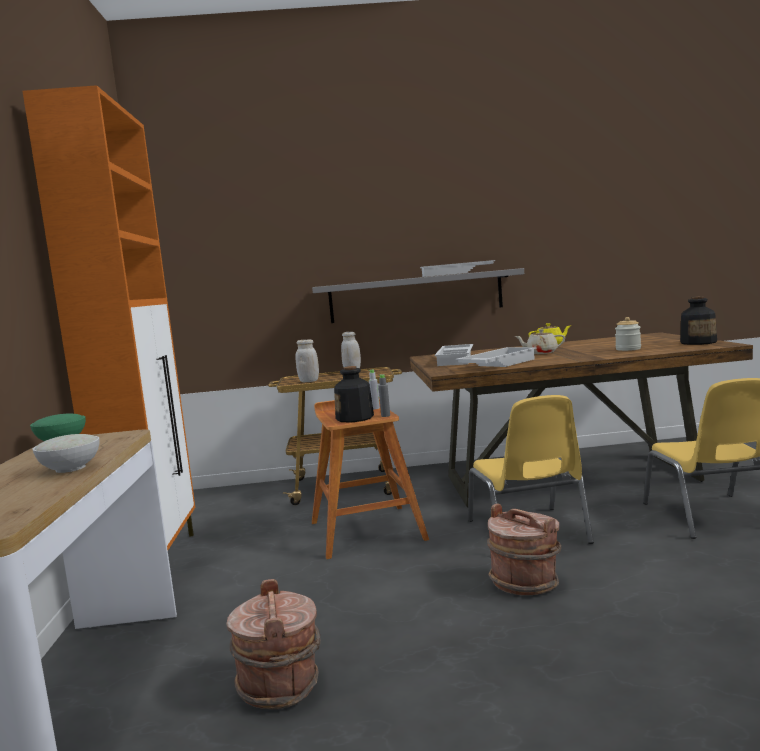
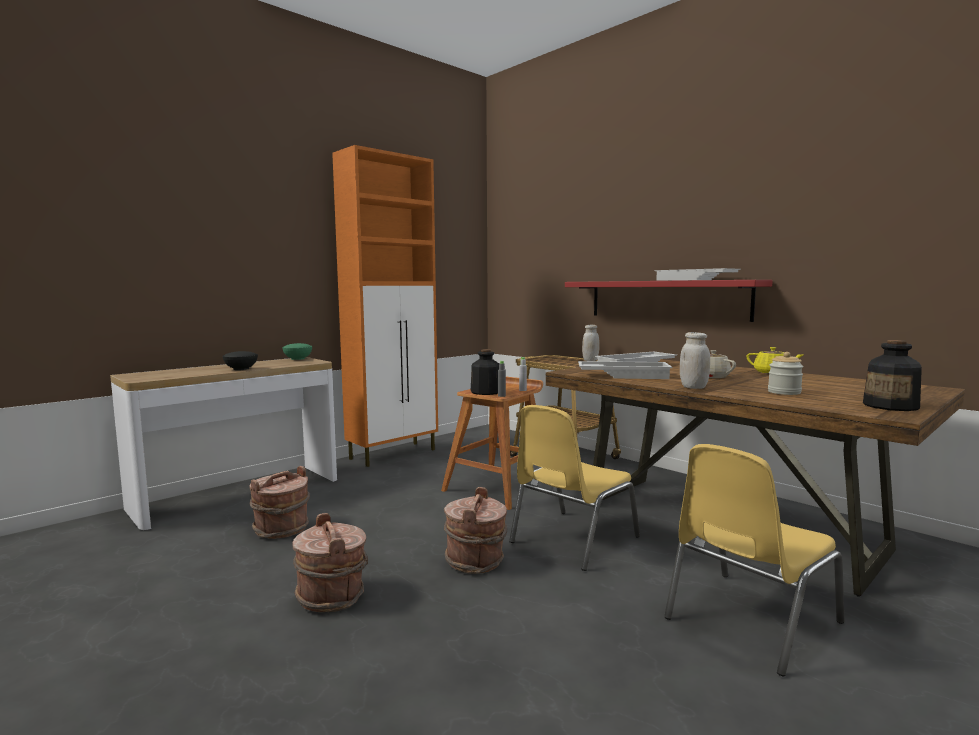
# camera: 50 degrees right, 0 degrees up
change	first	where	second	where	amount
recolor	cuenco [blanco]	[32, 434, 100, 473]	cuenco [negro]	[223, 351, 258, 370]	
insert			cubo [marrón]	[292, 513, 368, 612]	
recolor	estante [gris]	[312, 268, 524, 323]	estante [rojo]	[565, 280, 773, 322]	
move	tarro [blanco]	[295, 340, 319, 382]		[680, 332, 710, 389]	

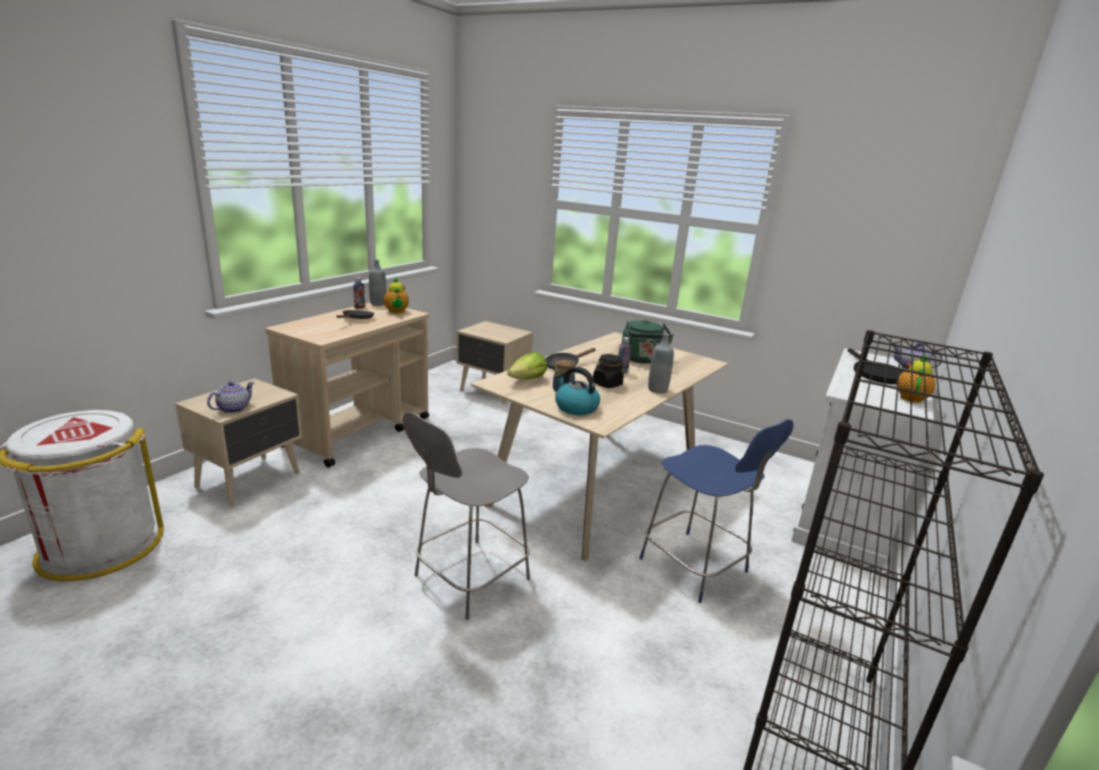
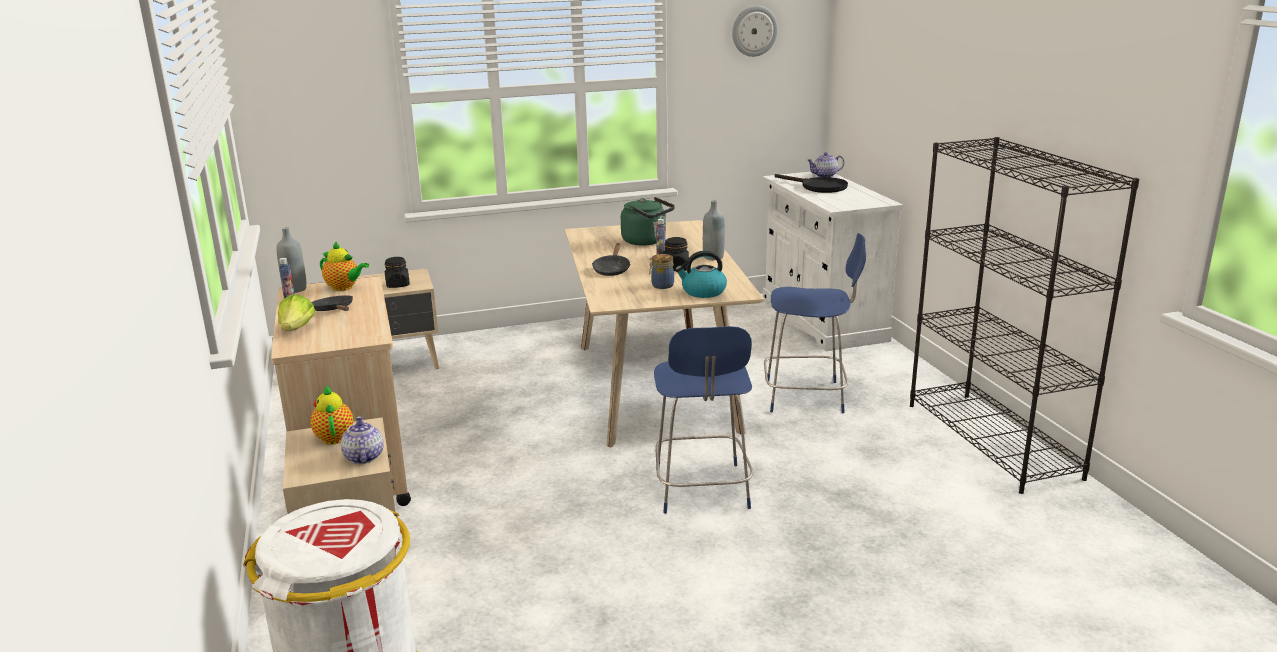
# camera: 45 degrees left, 0 degrees up
change	first	where	second	where	amount
move	lechuga	[507, 352, 547, 379]		[278, 294, 316, 331]	
move	tetera	[896, 354, 936, 403]		[310, 385, 354, 445]	
insert			tarro [negro]	[385, 257, 410, 288]	
recolor	silla [gris]	[402, 412, 530, 620]	silla [azul]	[654, 326, 753, 514]	
insert			reloj de pared	[732, 6, 778, 57]	

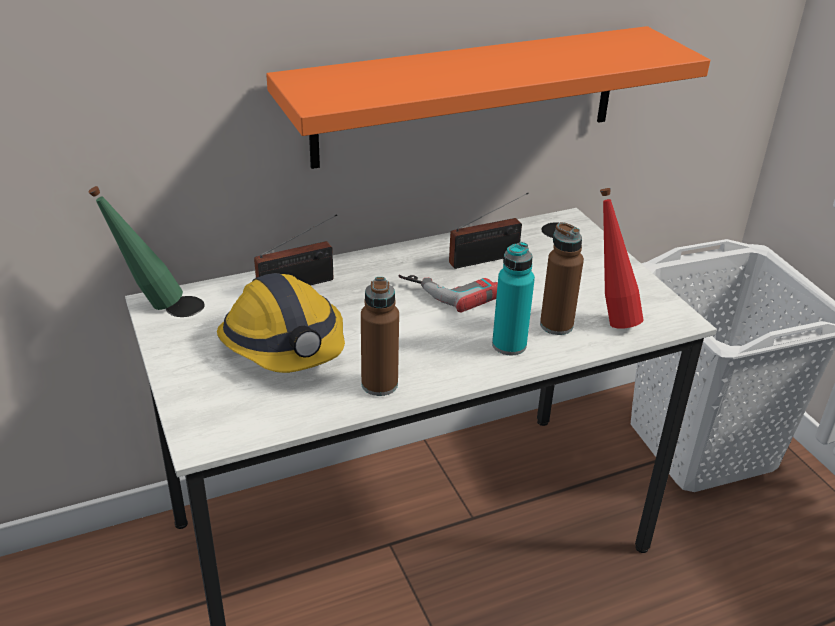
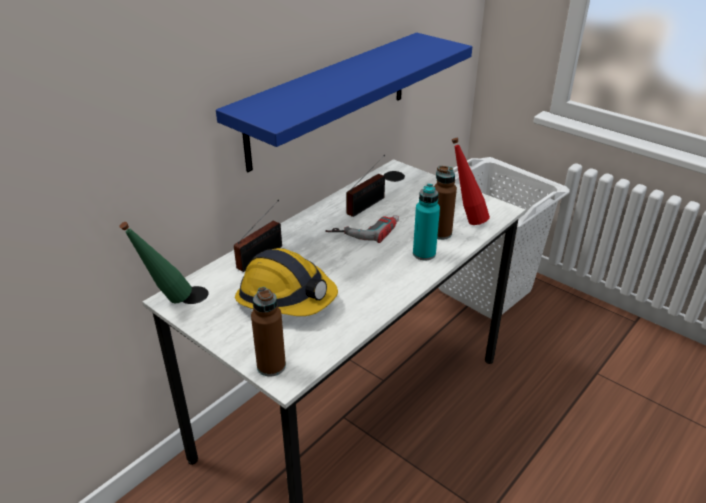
# camera: 25 degrees left, 0 degrees up
change	first	where	second	where	amount
recolor	estante [naranja]	[266, 26, 710, 169]	estante [azul]	[216, 33, 472, 172]	
move	botella [marrón]	[361, 277, 399, 396]		[251, 287, 286, 377]	

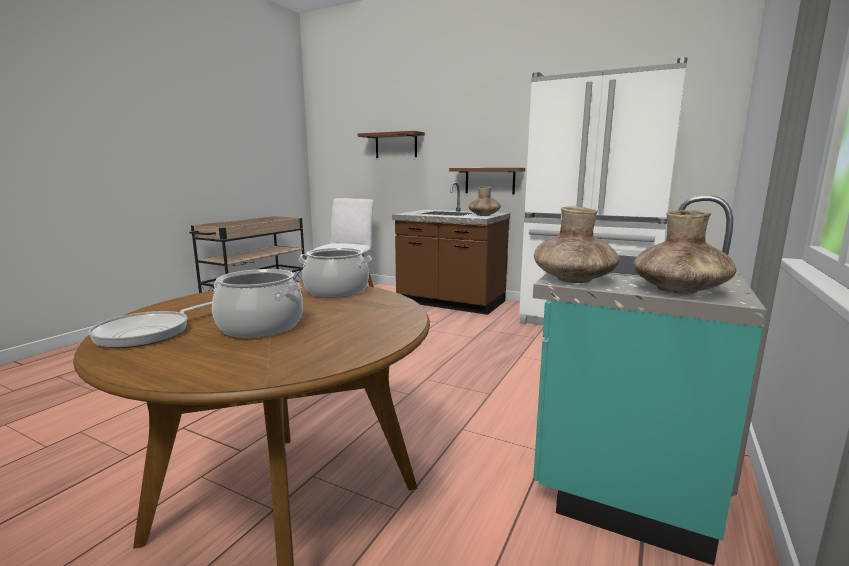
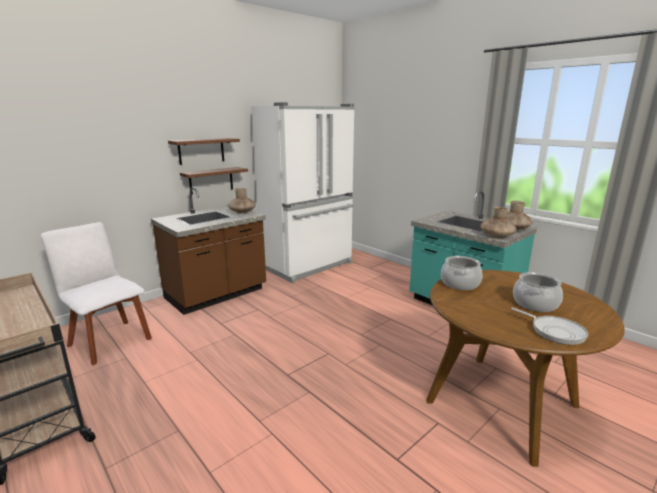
# camera: 70 degrees left, 5 degrees up
change	first	where	second	where	amount
move	estante [marrón]	[358, 131, 425, 158]		[168, 138, 240, 165]	

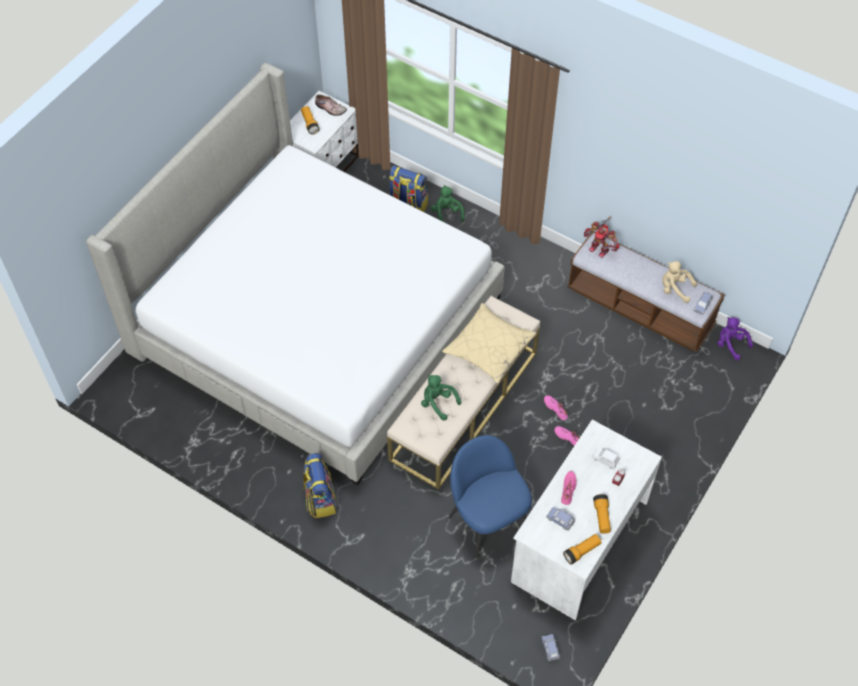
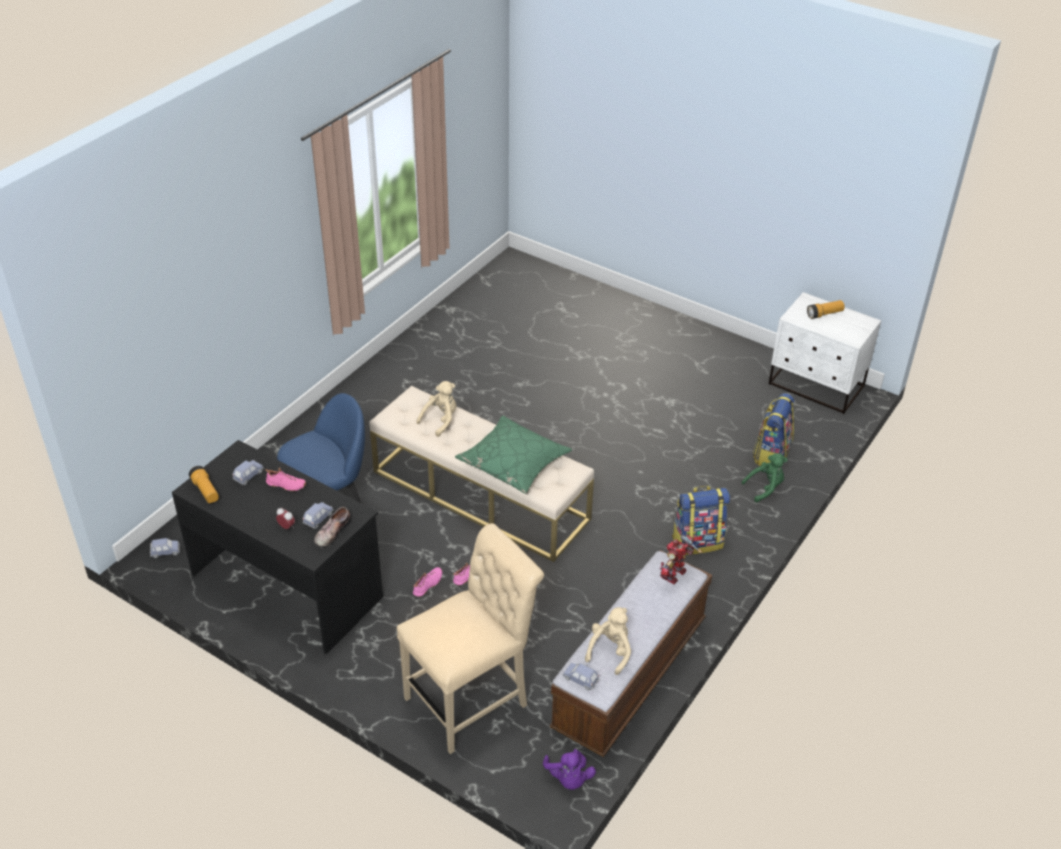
# camera: 90 degrees right, 15 degrees down
change	first	where	second	where	amount
recolor	escritorio [blanco]	[511, 420, 662, 621]	escritorio [negro]	[172, 440, 383, 654]	
recolor	coche de juguete [blanco]	[592, 448, 620, 469]	coche de juguete [azul]	[302, 502, 334, 529]	
move	zapato	[315, 94, 347, 116]		[314, 507, 351, 549]	
insert			silla [beis]	[397, 523, 544, 754]	
recolor	peluche [verde]	[421, 375, 461, 421]	peluche [beis]	[416, 381, 456, 437]	
recolor	cojín [beis]	[442, 303, 537, 383]	cojín [verde]	[455, 416, 572, 494]	
rotate	peluche [morado]	[717, 317, 753, 360]		[543, 749, 596, 790]	120 degrees clockwise
move	mochila	[303, 453, 337, 519]		[672, 486, 730, 555]	
delete	cama	[86, 63, 505, 486]			
delete	linterna	[593, 494, 611, 534]			

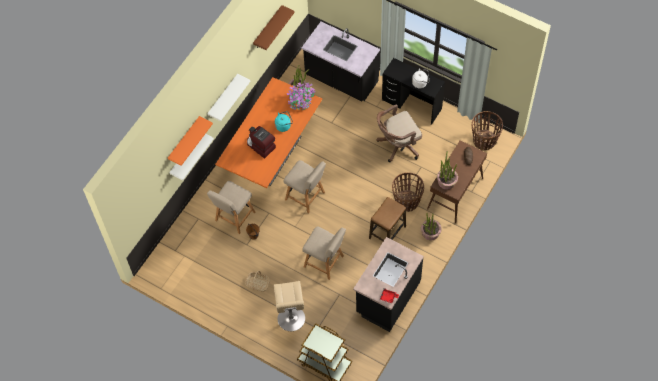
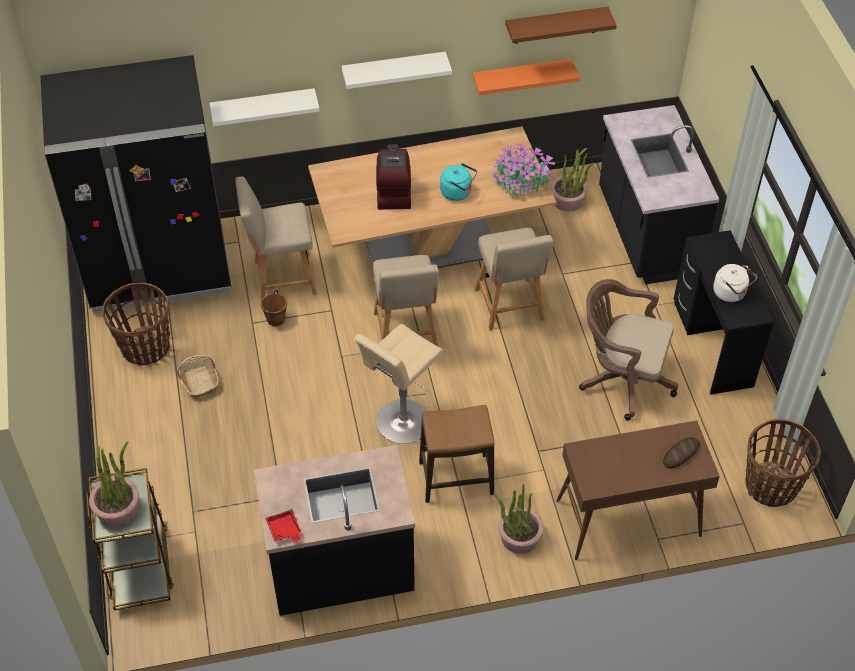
# camera: 45 degrees right, 10 degrees down
change	first	where	second	where	amount
insert			nevera [negro]	[41, 55, 231, 313]	
move	planta en maceta	[437, 151, 458, 190]		[89, 441, 139, 527]	
move	cesta	[392, 172, 424, 212]		[102, 283, 170, 365]	
recolor	mesa de comedor [naranja]	[215, 77, 322, 188]	mesa de comedor [beis]	[308, 126, 556, 268]	
move	taburete [beis]	[274, 281, 305, 331]		[354, 324, 443, 444]	
move	estante [naranja]	[168, 116, 213, 166]		[472, 59, 580, 95]	
move	silla [beis]	[302, 226, 346, 280]		[475, 228, 554, 331]	

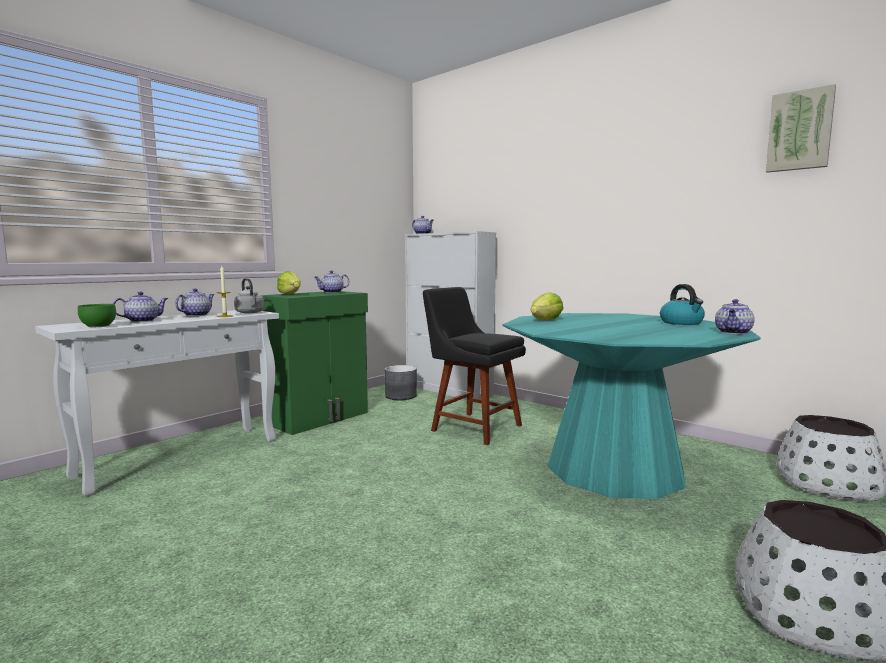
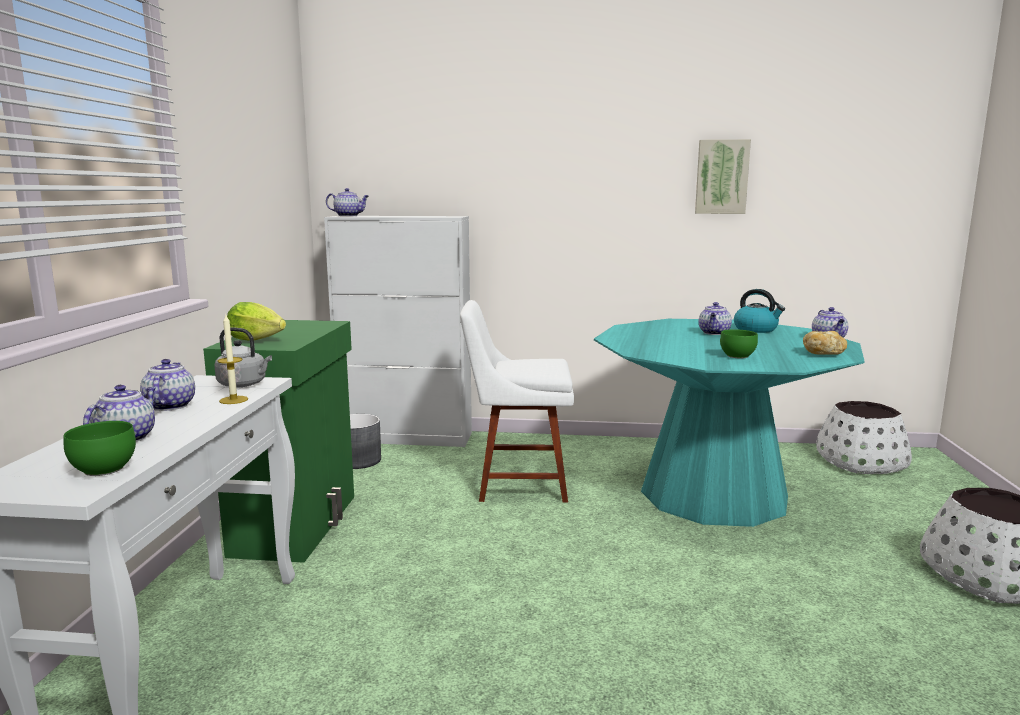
# camera: 35 degrees left, 5 degrees up
change	first	where	second	where	amount
recolor	silla [negro]	[423, 287, 526, 445]	silla [blanco]	[460, 300, 574, 503]	
move	cuadro	[766, 84, 836, 173]		[695, 139, 751, 214]	
move	tetera	[315, 271, 350, 293]		[699, 302, 732, 335]	
insert			cuenco [verde]	[720, 329, 758, 358]	
insert			pan	[803, 331, 847, 355]	
delete	lechuga	[531, 292, 563, 320]			

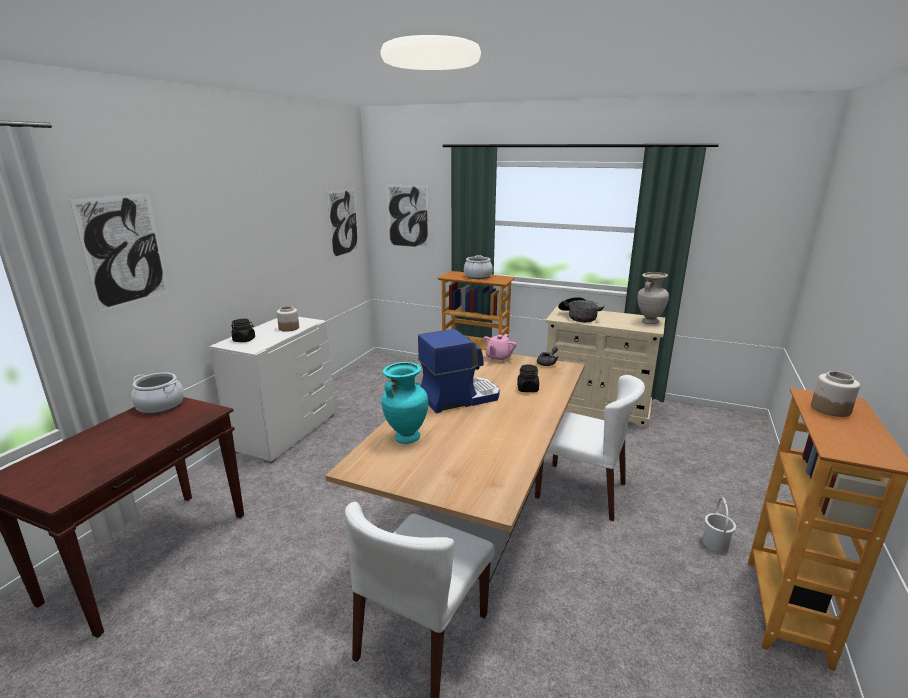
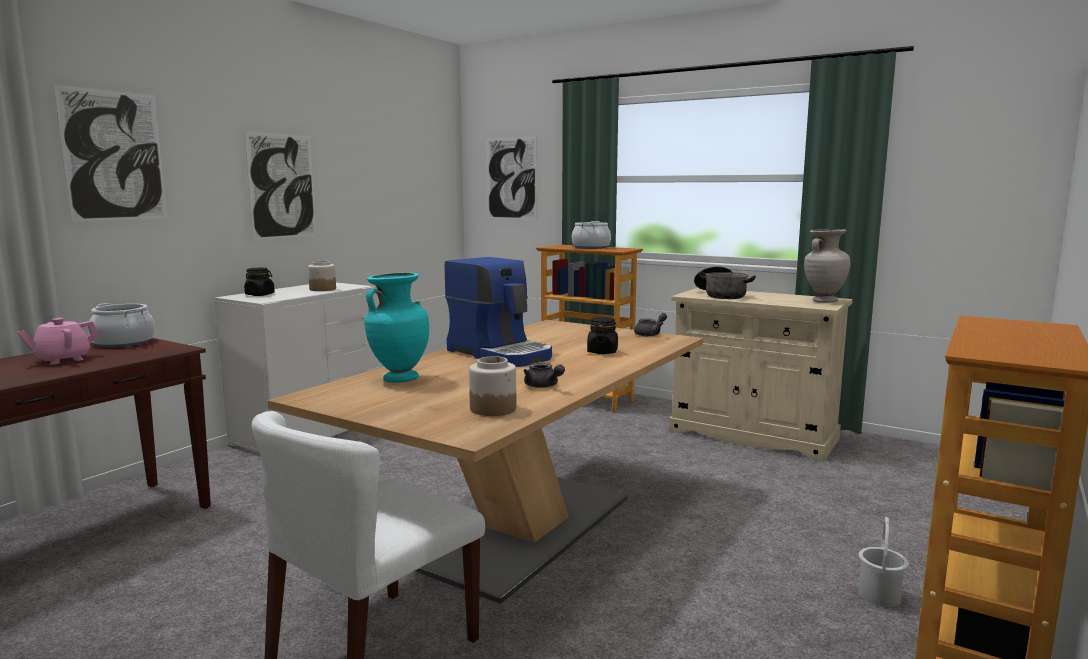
# camera: 10 degrees right, 10 degrees down
change	first	where	second	where	amount
move	tetera [rosa]	[483, 334, 516, 362]		[17, 318, 99, 365]	
move	cuadro	[327, 188, 359, 259]		[244, 131, 316, 240]	
rotate	cafetera	[418, 329, 500, 413]		[445, 257, 552, 367]	60 degrees clockwise
move	tarro	[811, 371, 860, 417]		[469, 356, 516, 416]	
insert			tetera [gris]	[523, 363, 565, 388]	
delete	silla [blanco]	[535, 375, 645, 521]			

